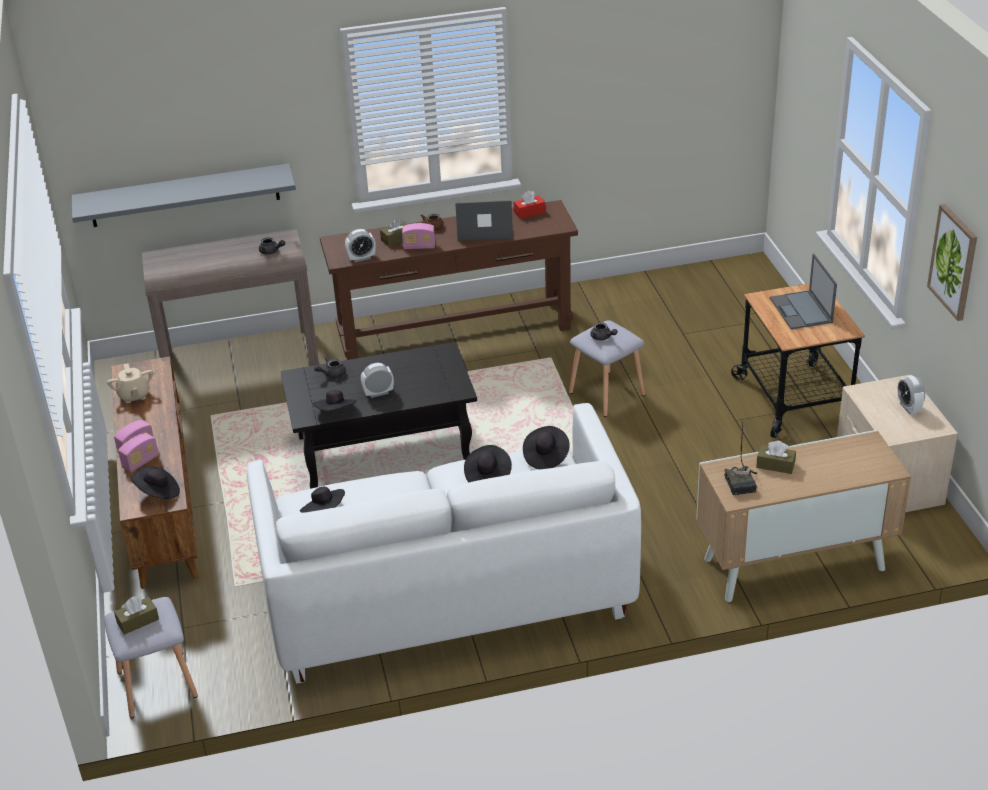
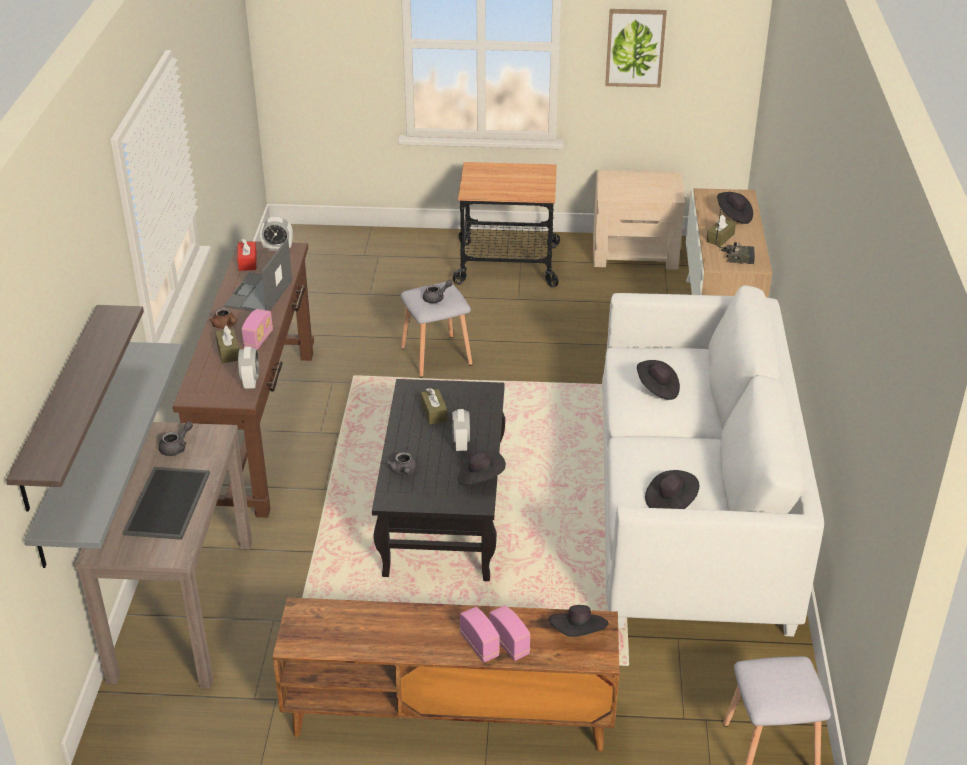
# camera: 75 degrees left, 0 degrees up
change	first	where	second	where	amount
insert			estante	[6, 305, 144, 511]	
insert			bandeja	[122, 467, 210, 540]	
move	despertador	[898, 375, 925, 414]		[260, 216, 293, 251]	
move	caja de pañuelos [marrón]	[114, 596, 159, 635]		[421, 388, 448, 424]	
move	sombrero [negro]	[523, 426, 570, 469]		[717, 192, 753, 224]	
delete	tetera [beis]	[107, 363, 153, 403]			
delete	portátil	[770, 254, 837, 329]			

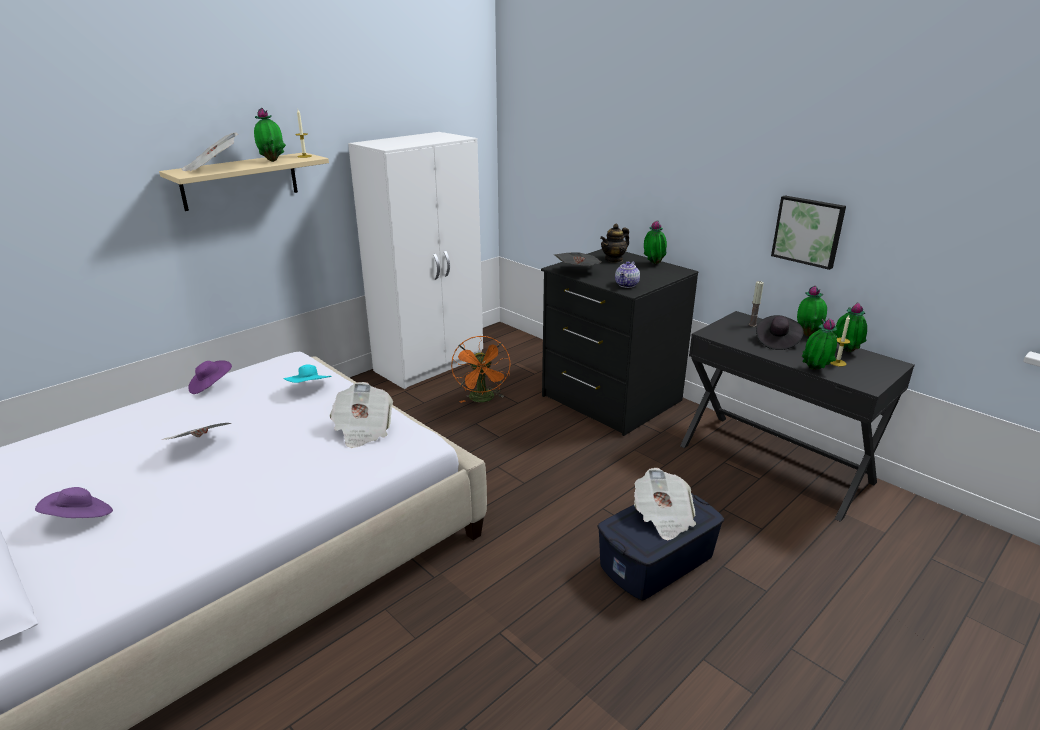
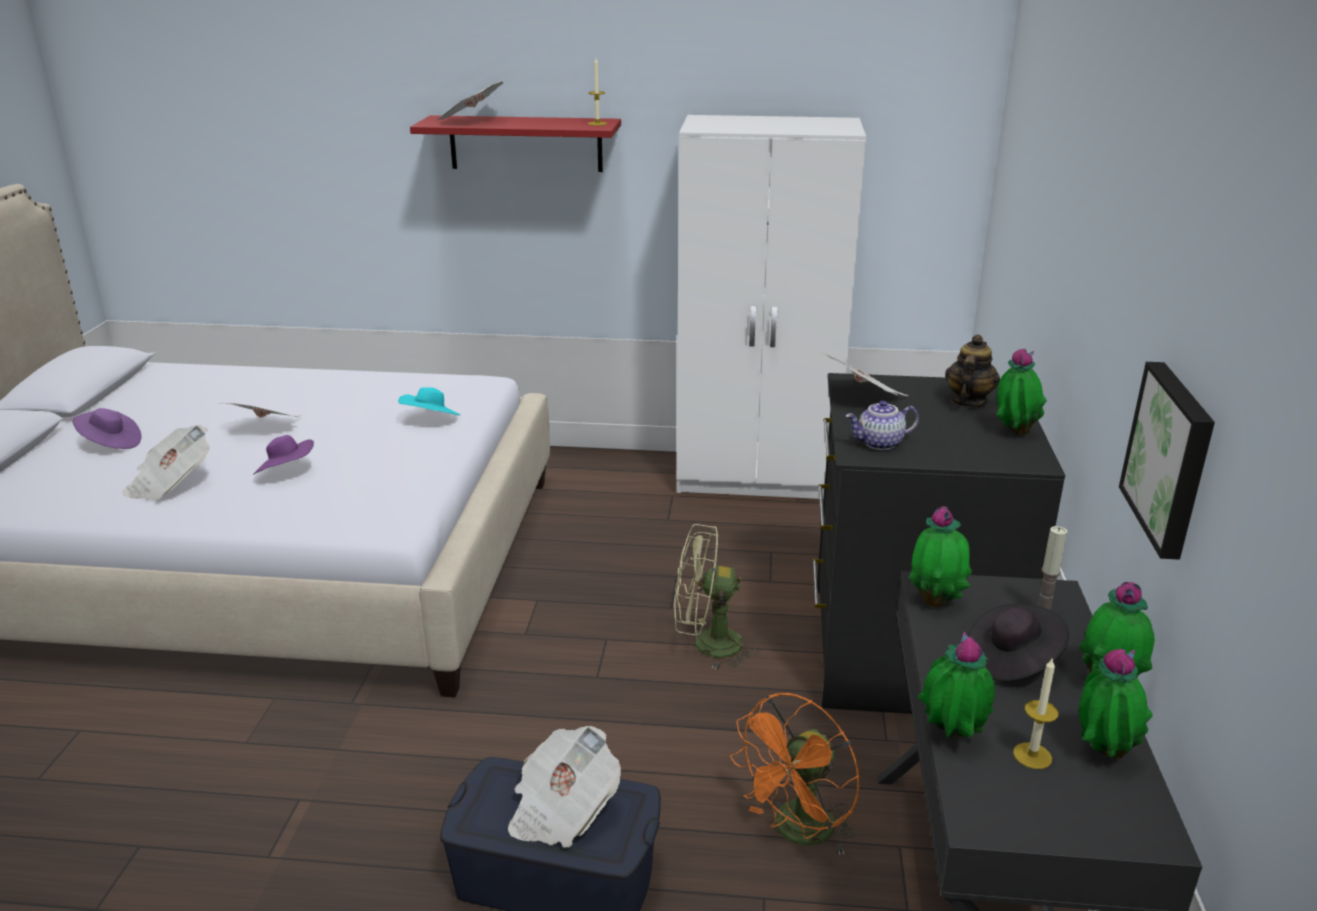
# camera: 50 degrees right, 0 degrees up
change	first	where	second	where	amount
move	periódico	[330, 382, 393, 448]		[123, 425, 210, 501]	
move	sombrero [morado]	[188, 360, 232, 394]		[253, 435, 314, 475]	
recolor	estante [beis]	[159, 153, 329, 211]	estante [rojo]	[410, 115, 621, 172]	
insert			ventilador [verde]	[674, 524, 758, 670]	
move	ventilador [naranja]	[451, 336, 510, 403]		[730, 693, 860, 855]	
move	planta en maceta	[254, 108, 286, 162]		[909, 506, 972, 607]	
rotate	tetera	[600, 224, 629, 263]		[945, 334, 1000, 407]	105 degrees clockwise

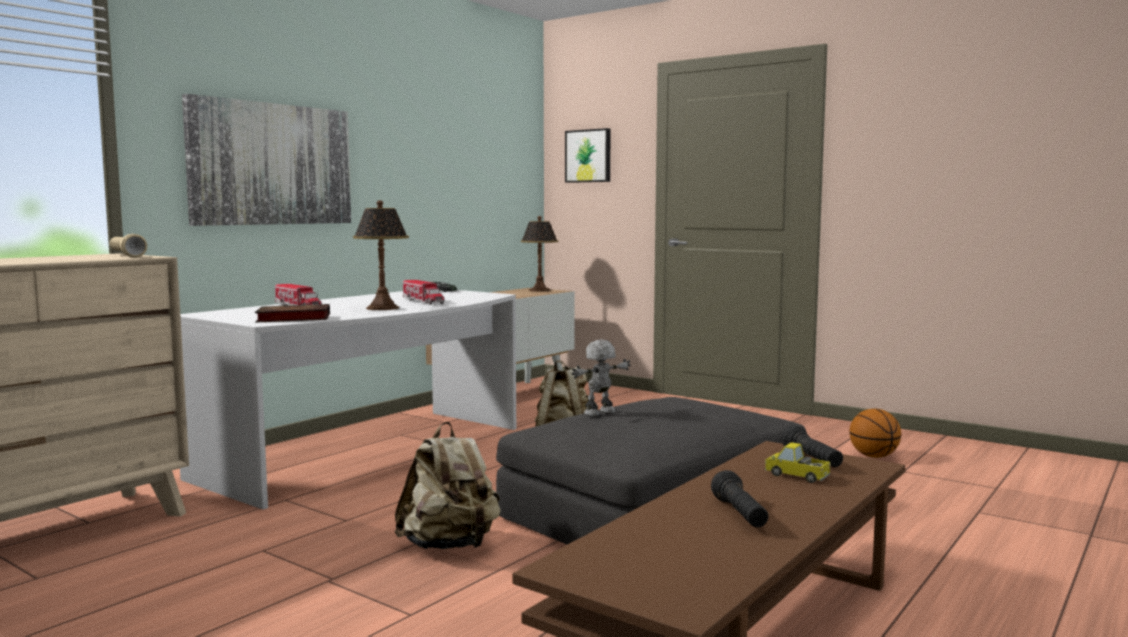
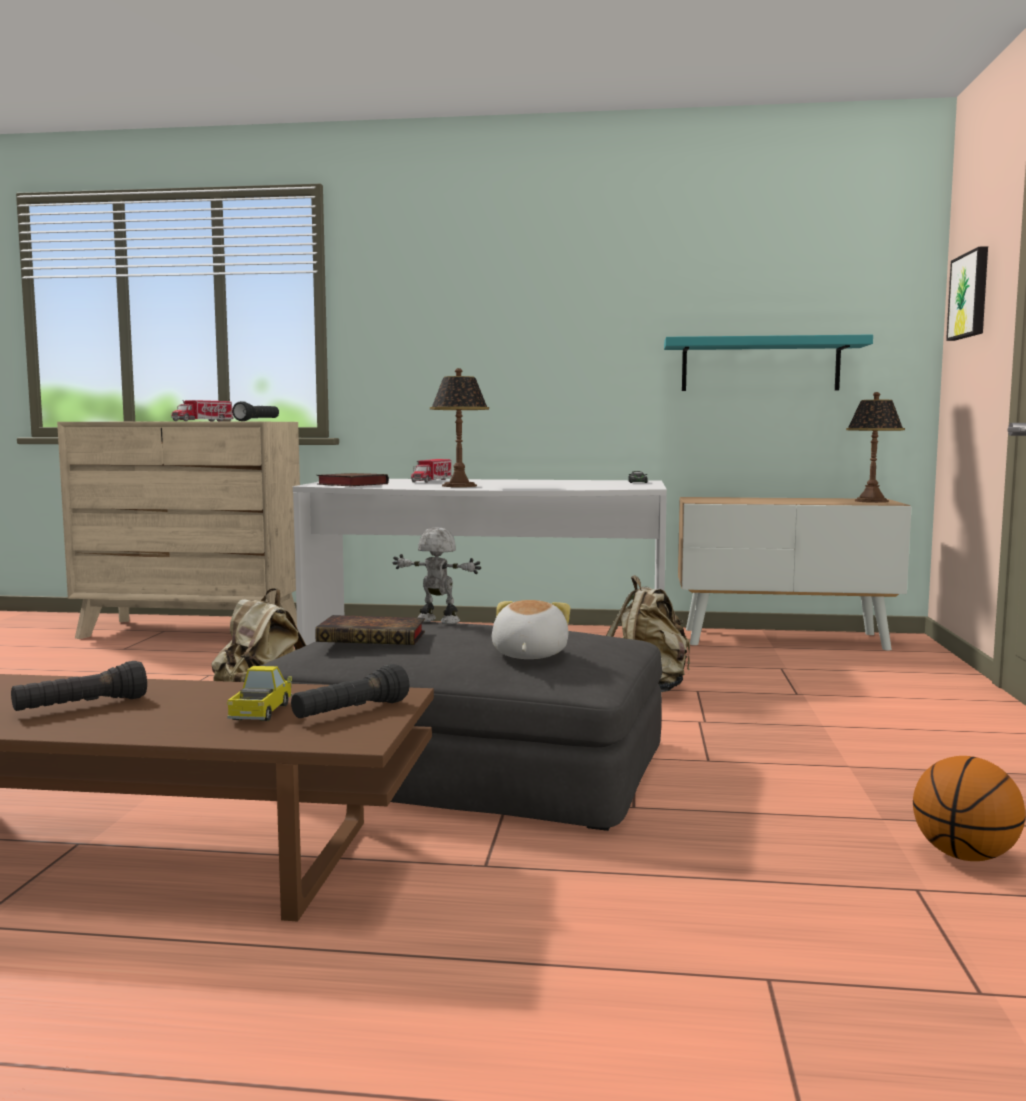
# camera: 60 degrees right, 0 degrees up
change	first	where	second	where	amount
move	camión de juguete	[403, 280, 444, 305]		[171, 400, 233, 421]	
recolor	linterna [beis]	[110, 234, 147, 258]	linterna [negro]	[232, 401, 279, 421]	
insert			libro	[315, 615, 425, 645]	
insert			peluche	[492, 600, 570, 659]	
insert			estante [turquesa]	[664, 335, 873, 391]	
delete	cuadro	[182, 94, 351, 226]			

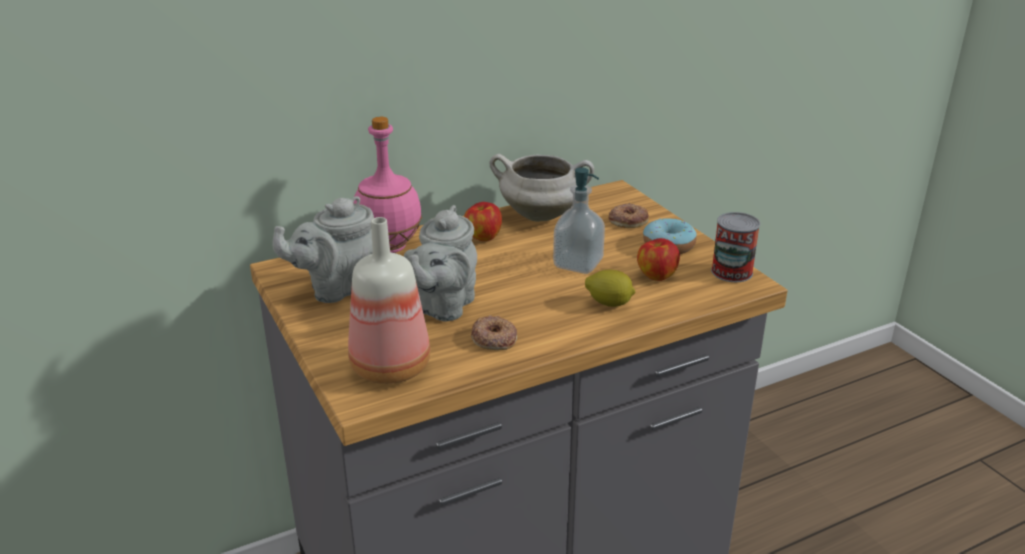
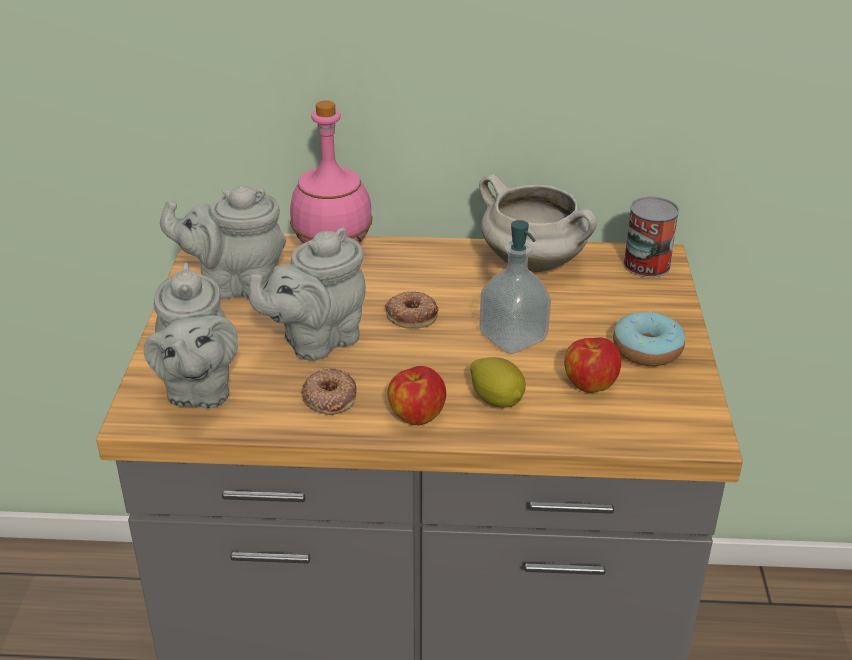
# camera: 30 degrees right, 5 degrees up
change	first	where	second	where	amount
replace	botella	[348, 217, 430, 384]	tetera [gris]	[144, 263, 238, 408]	
move	rosquilla	[608, 203, 649, 228]		[385, 291, 439, 329]	
move	manzana	[464, 202, 502, 241]		[388, 366, 446, 425]	
move	lata	[711, 212, 760, 282]		[623, 197, 679, 278]	

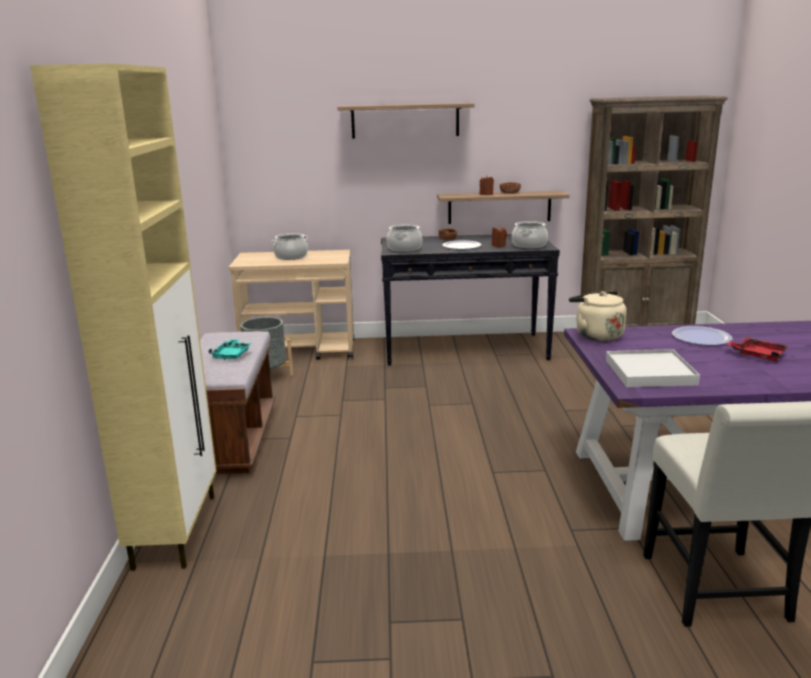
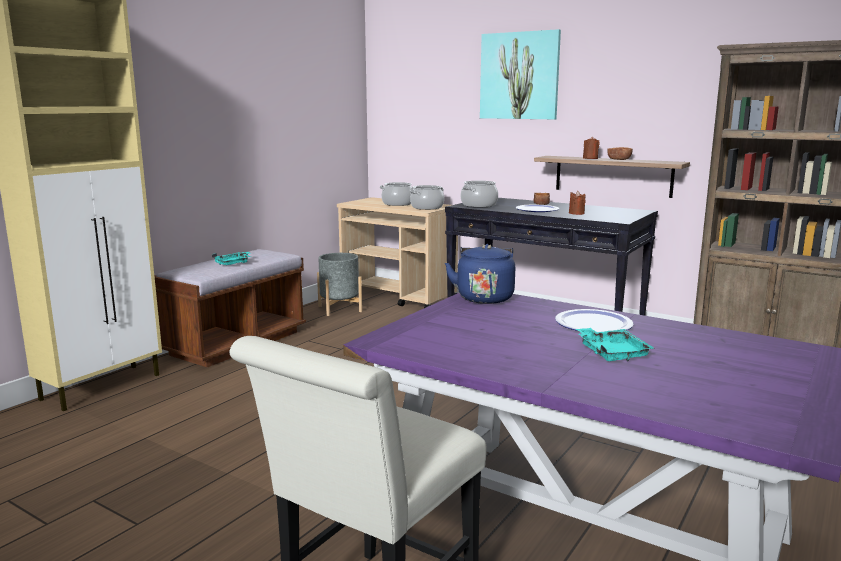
# camera: 35 degrees right, 5 degrees down
change	first	where	second	where	amount
move	olla	[512, 221, 548, 249]		[410, 185, 444, 210]	
recolor	hervidor [beis]	[569, 291, 626, 341]	hervidor [azul]	[445, 244, 515, 304]	
replace	estante	[337, 103, 474, 139]	cuadro	[480, 29, 561, 119]	
recolor	bandeja [rojo]	[726, 337, 788, 361]	bandeja [turquesa]	[576, 328, 655, 361]	
delete	bandeja [blanco]	[606, 349, 700, 387]			

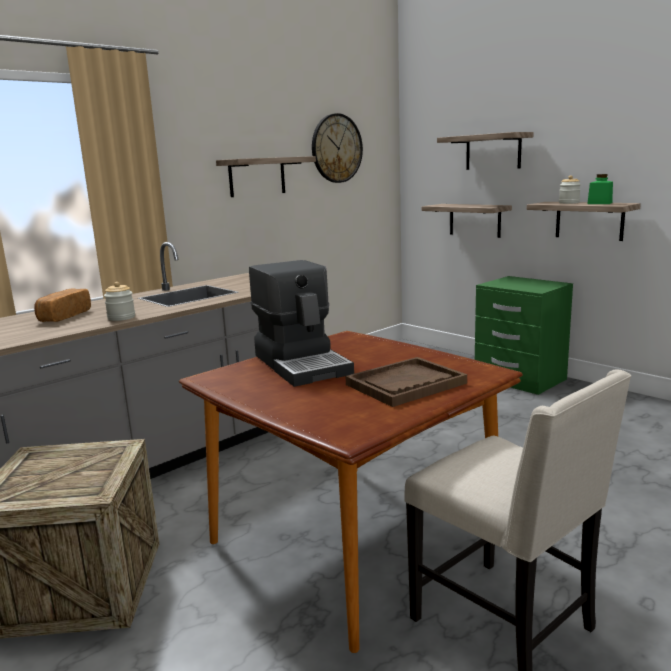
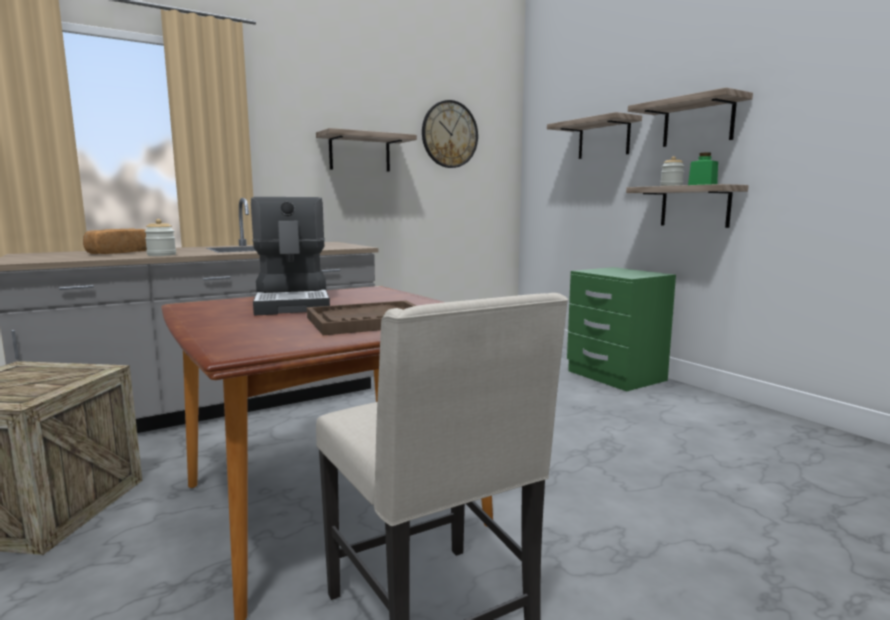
# camera: 10 degrees right, 5 degrees down
change	first	where	second	where	amount
move	estante	[422, 204, 512, 238]		[628, 88, 753, 147]	

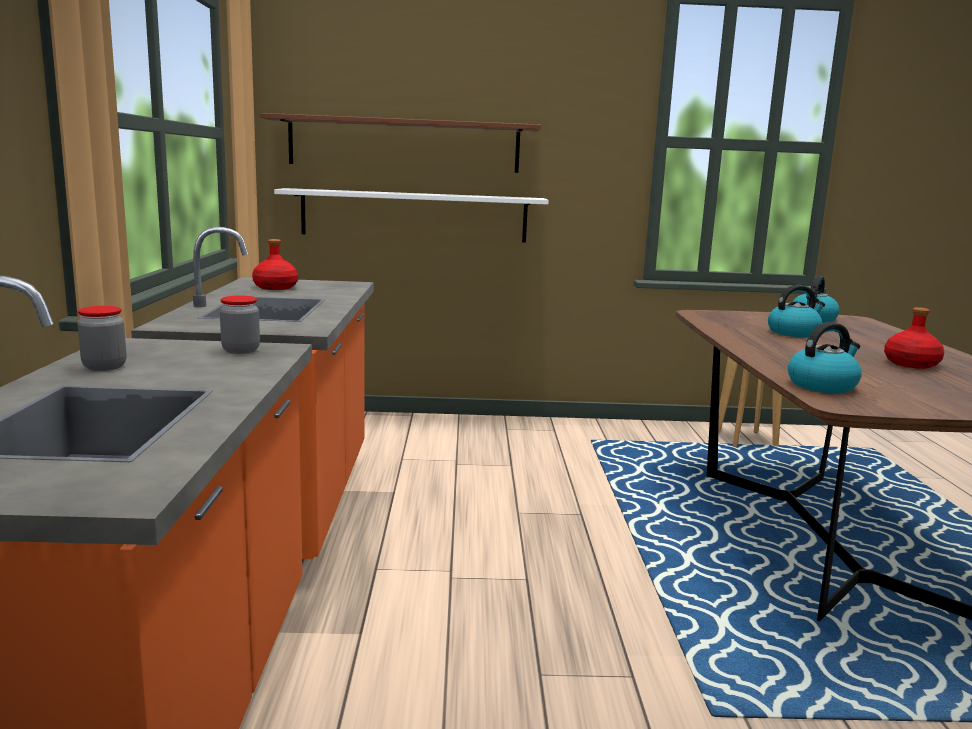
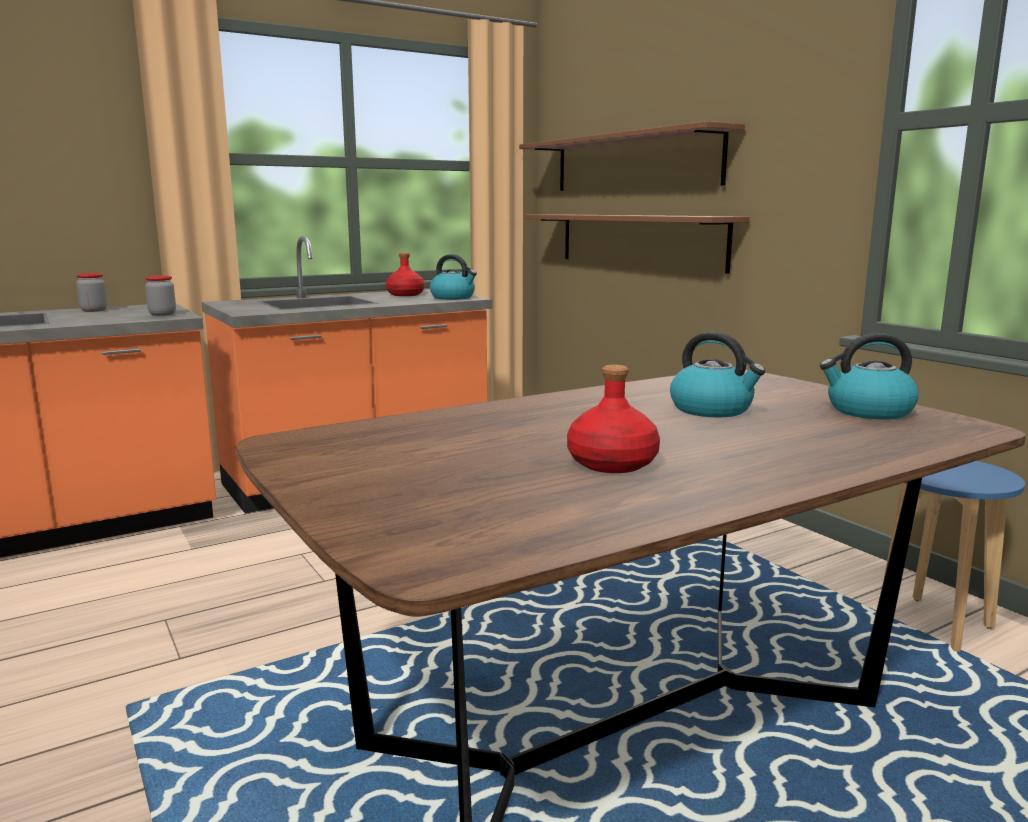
# camera: 60 degrees right, 0 degrees up
change	first	where	second	where	amount
move	hervidor	[788, 322, 862, 393]		[430, 254, 477, 300]	
recolor	estante [blanco]	[274, 188, 549, 243]	estante [marrón]	[525, 214, 750, 274]	

